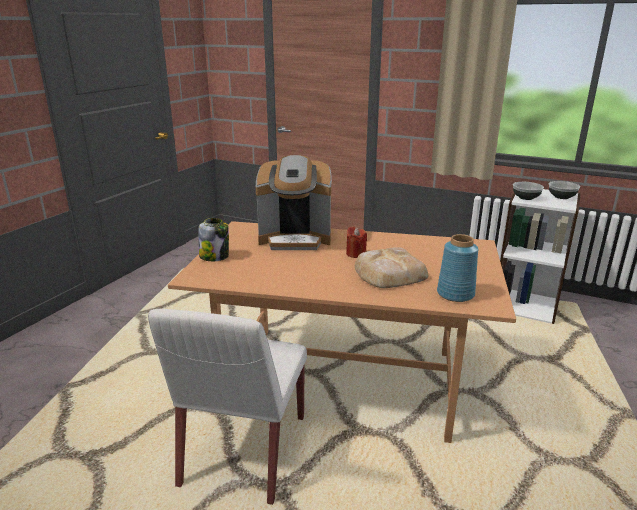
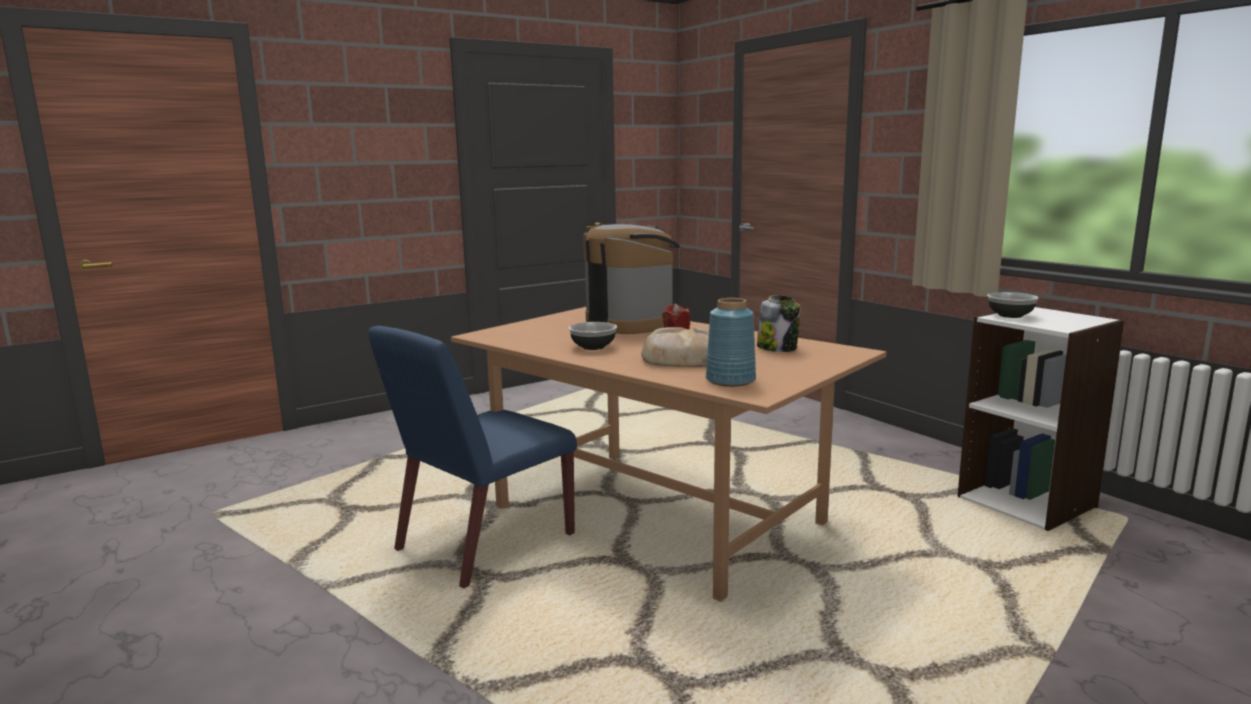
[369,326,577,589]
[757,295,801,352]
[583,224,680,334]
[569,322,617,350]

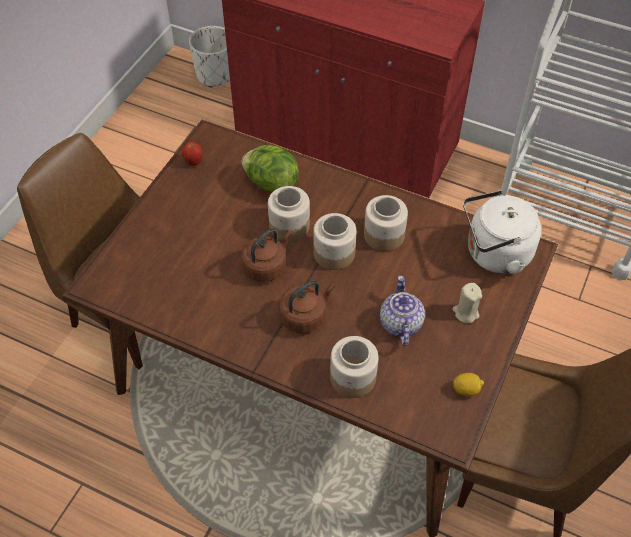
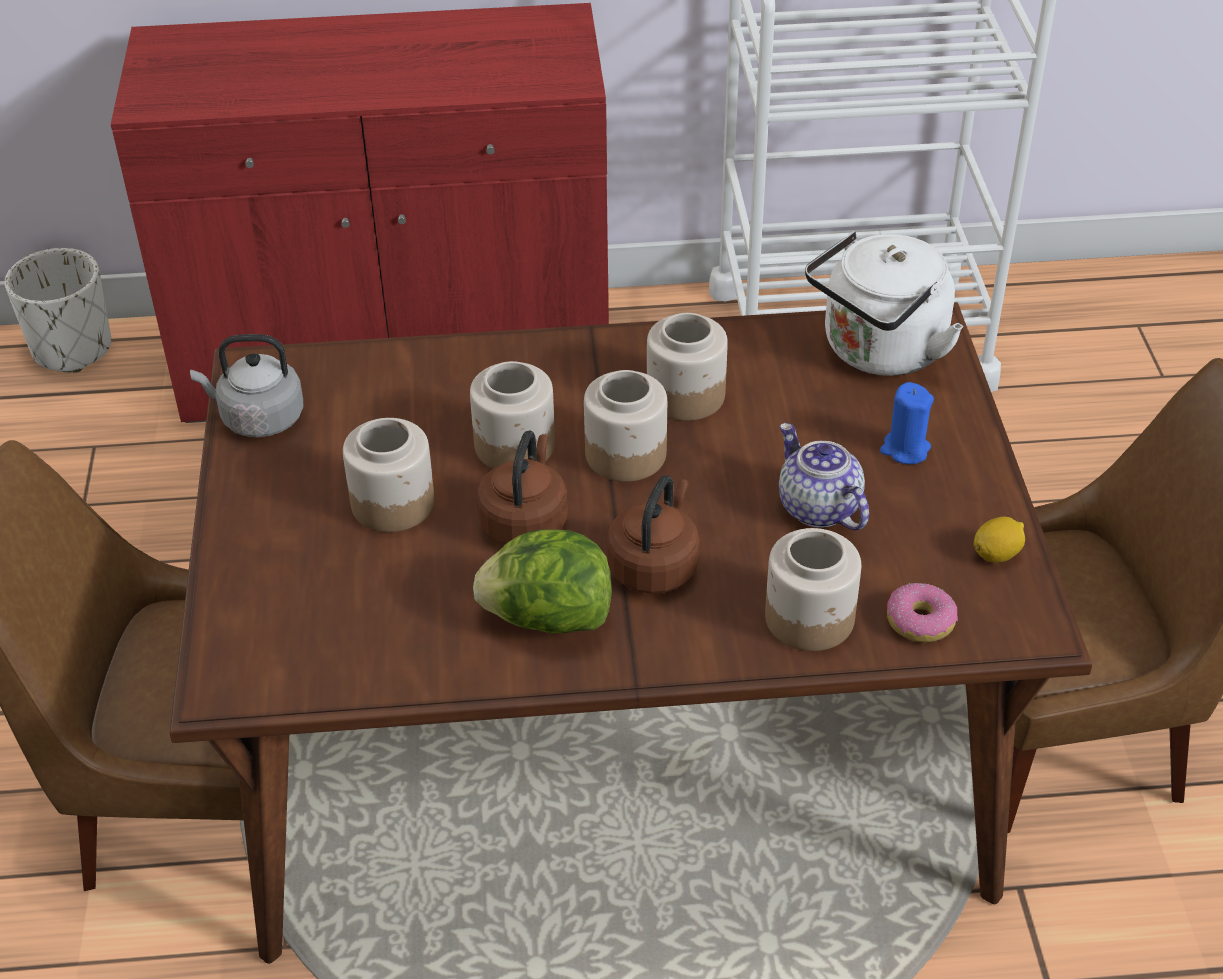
[190,334,304,437]
[473,529,612,634]
[880,382,934,464]
[343,418,435,532]
[887,583,958,643]

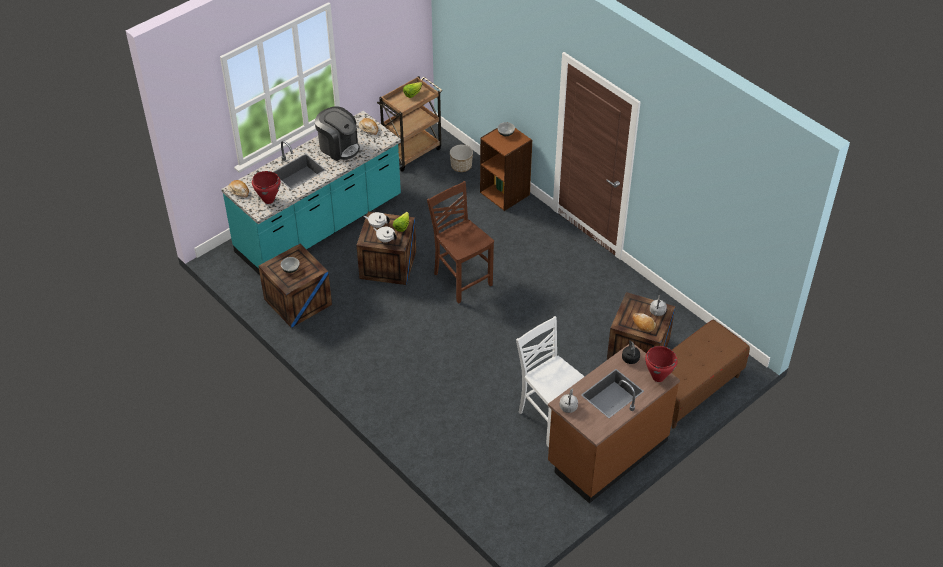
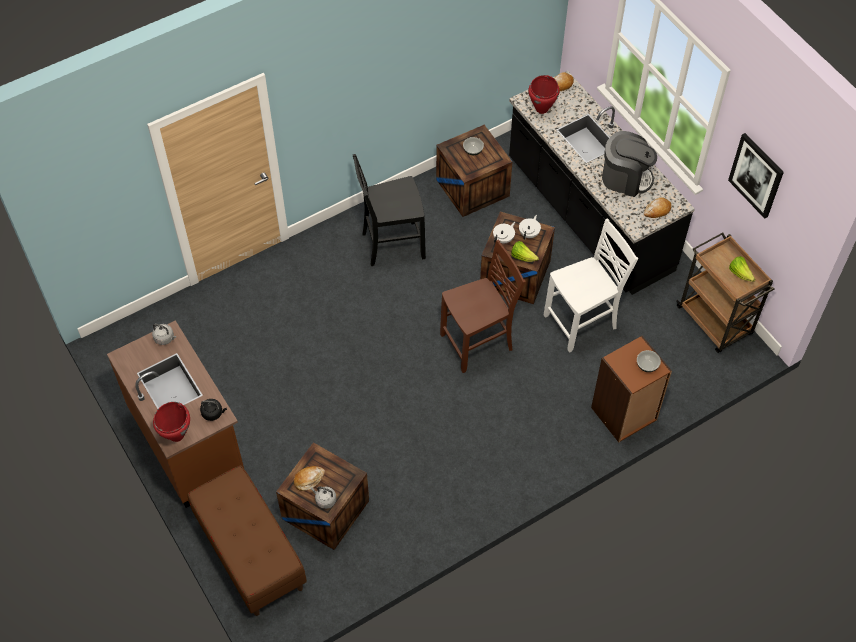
[509,71,695,295]
[602,131,657,197]
[450,145,473,172] (first image)
[544,218,638,353]
[353,154,426,266]
[728,133,784,219]

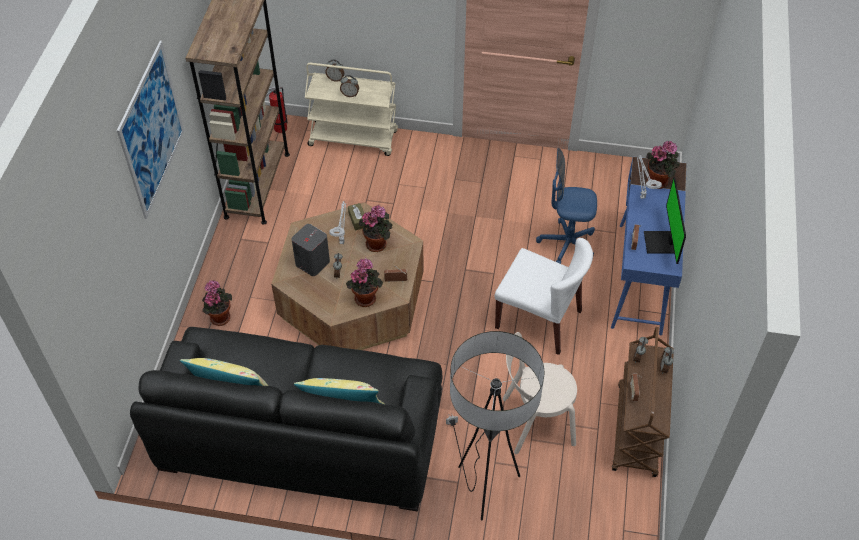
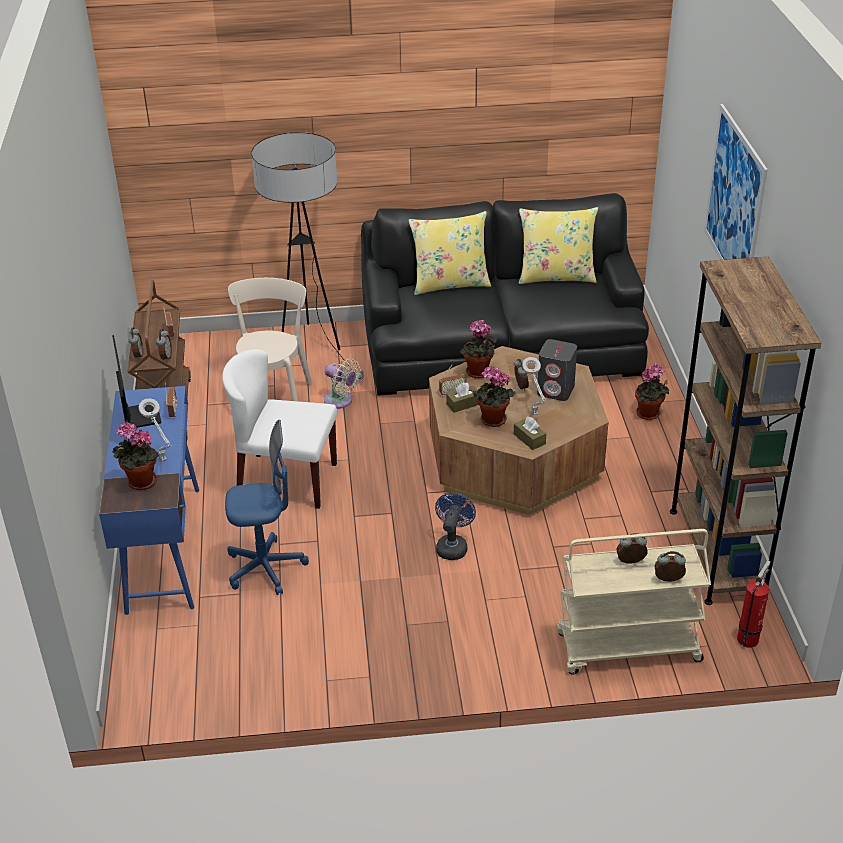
[228,278,312,401]
[324,358,360,409]
[435,493,476,560]
[446,382,478,413]

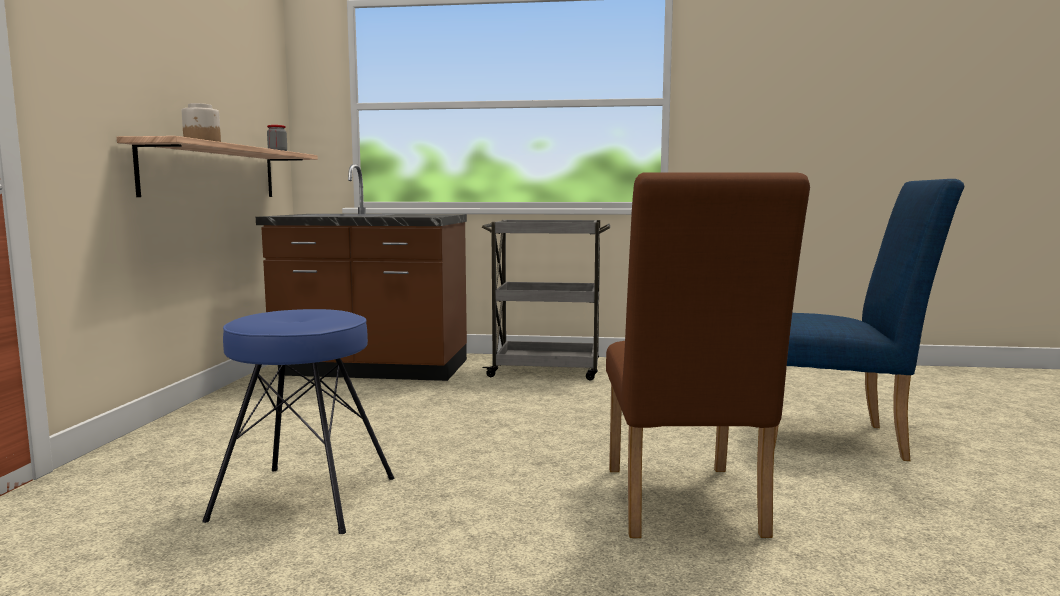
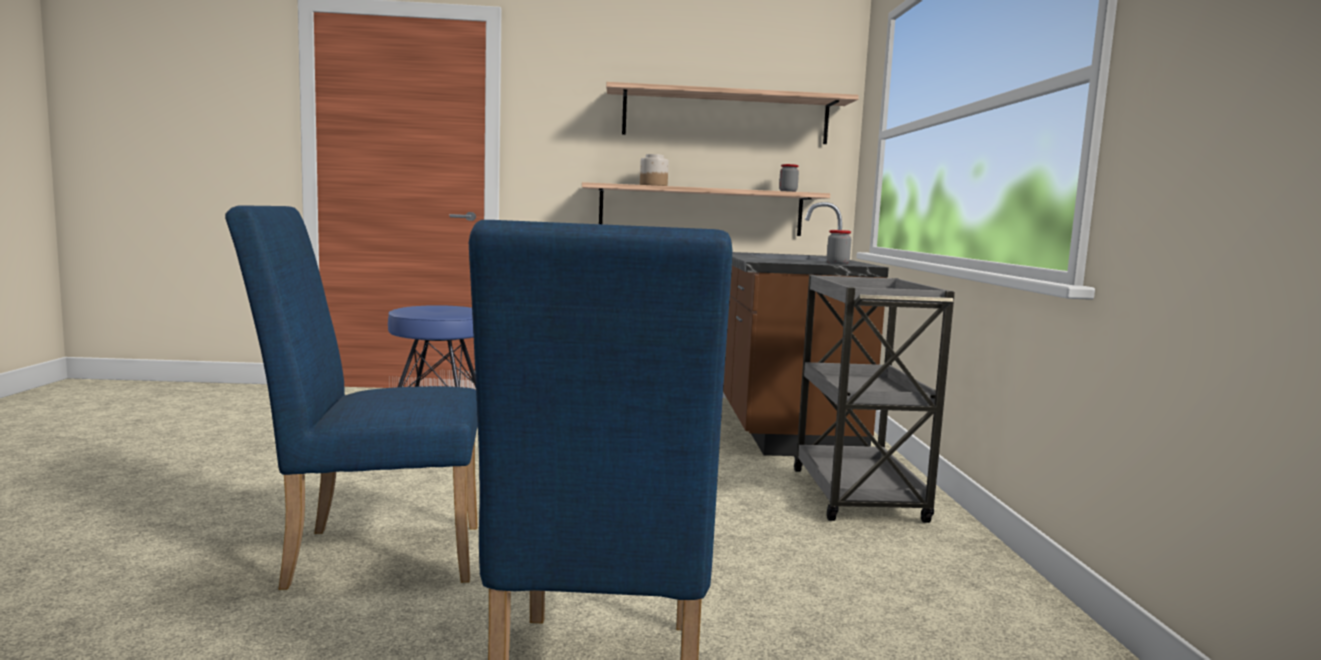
[225,205,478,590]
[606,82,859,144]
[827,230,851,264]

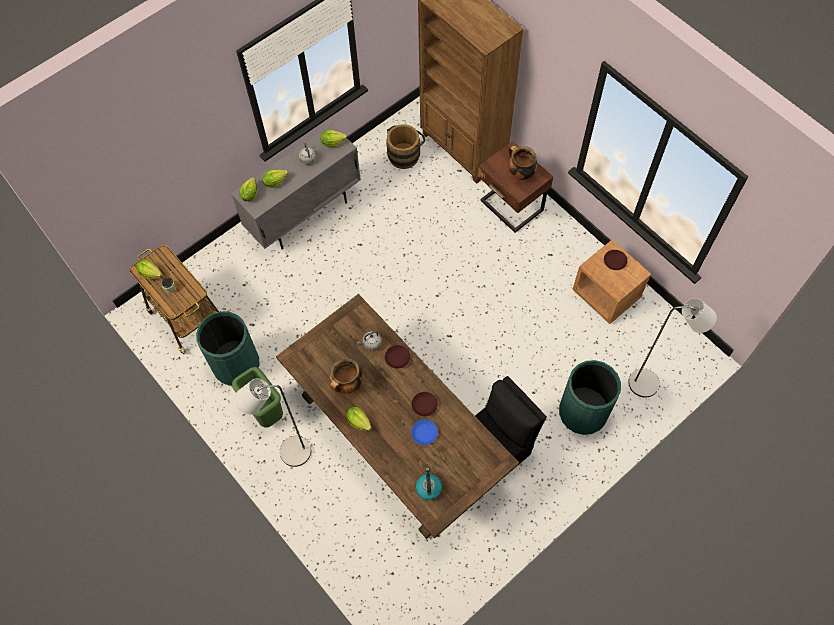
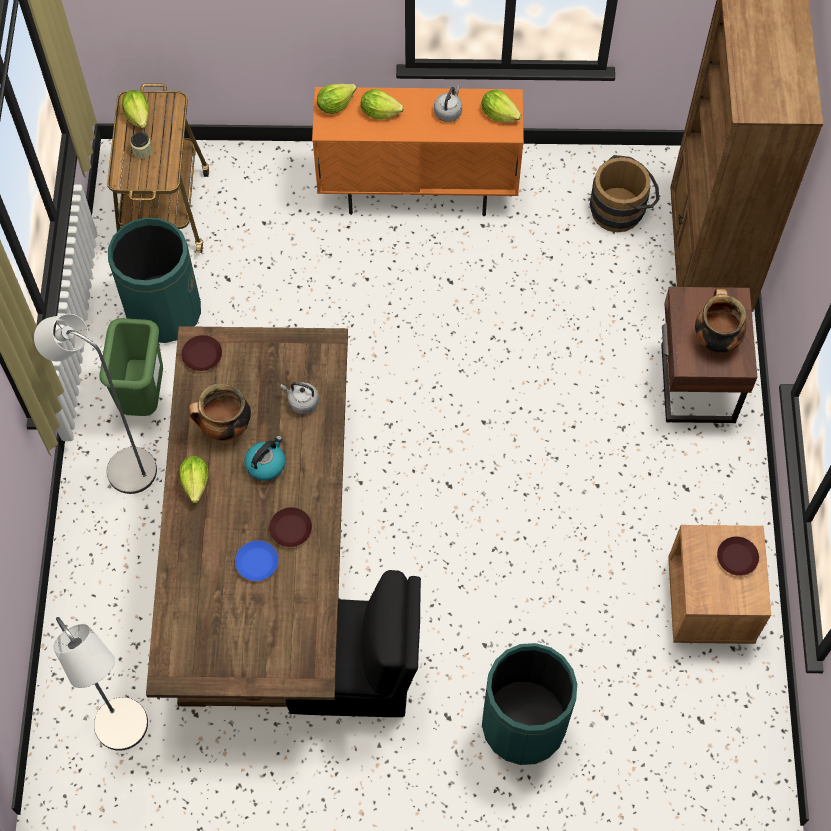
[312,87,524,216]
[181,335,222,371]
[244,436,285,481]
[53,617,148,751]

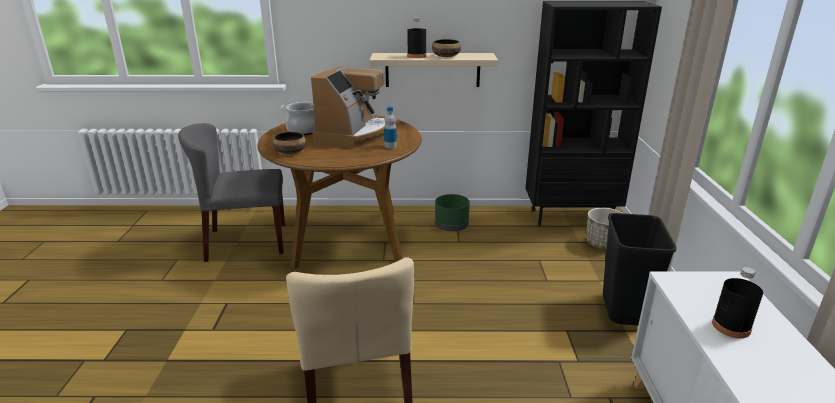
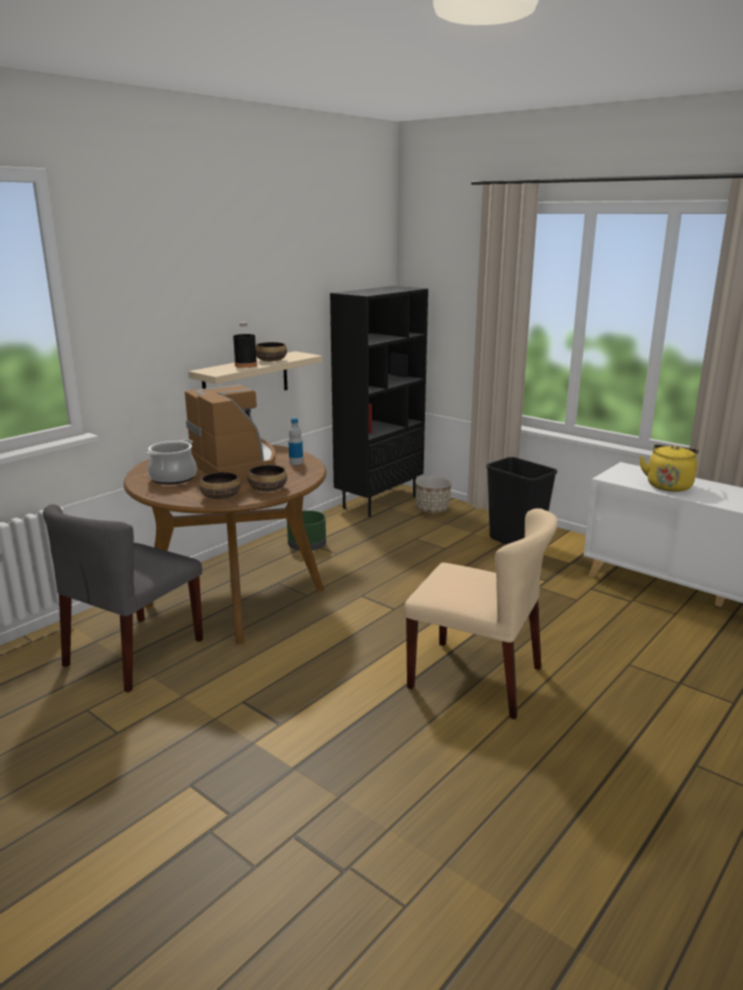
[639,444,699,492]
[248,465,287,492]

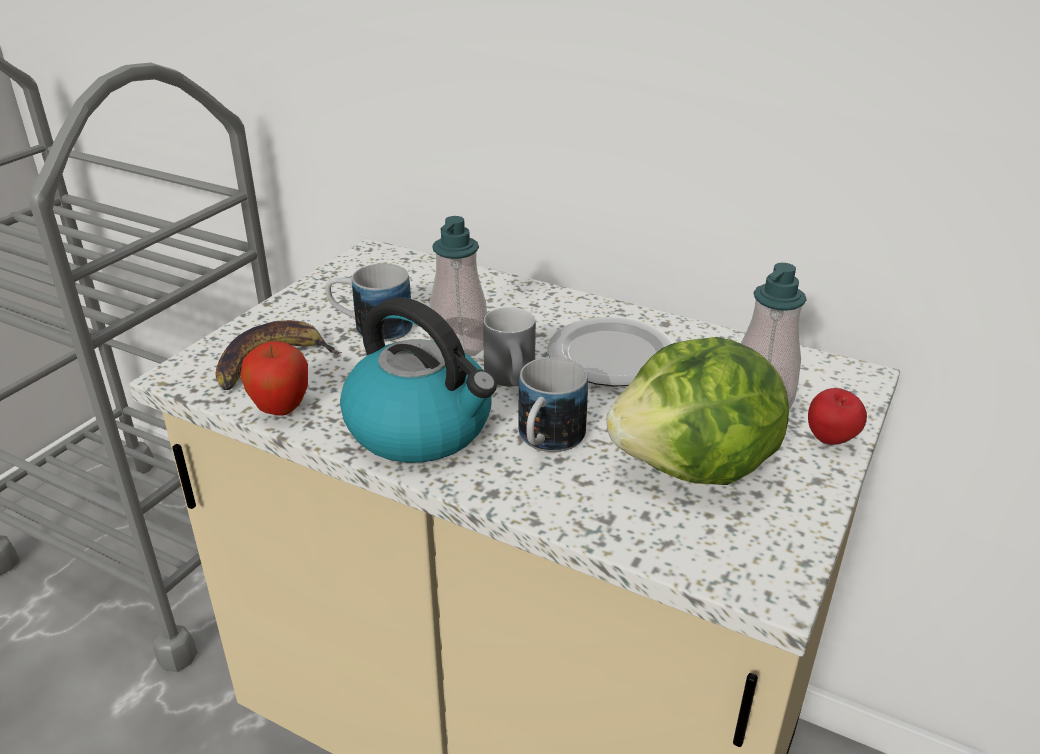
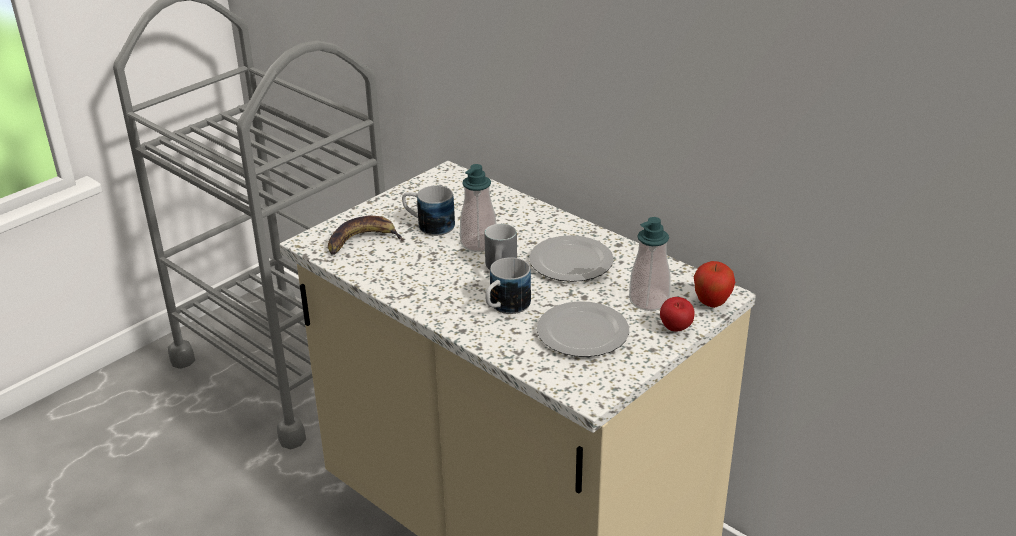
[694,261,735,308]
[340,297,497,463] (first image)
[537,301,629,357]

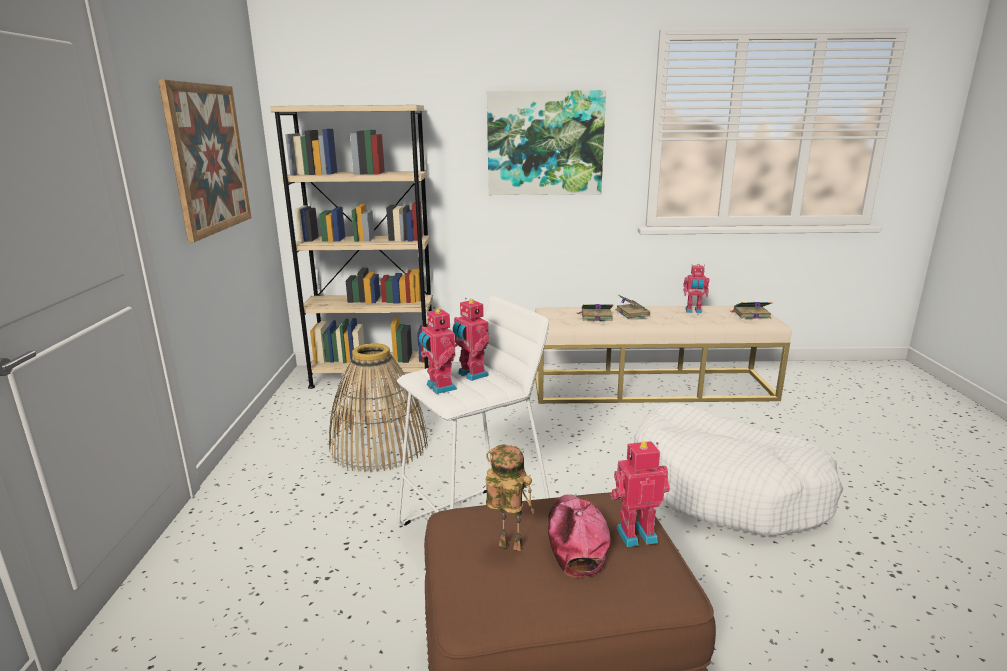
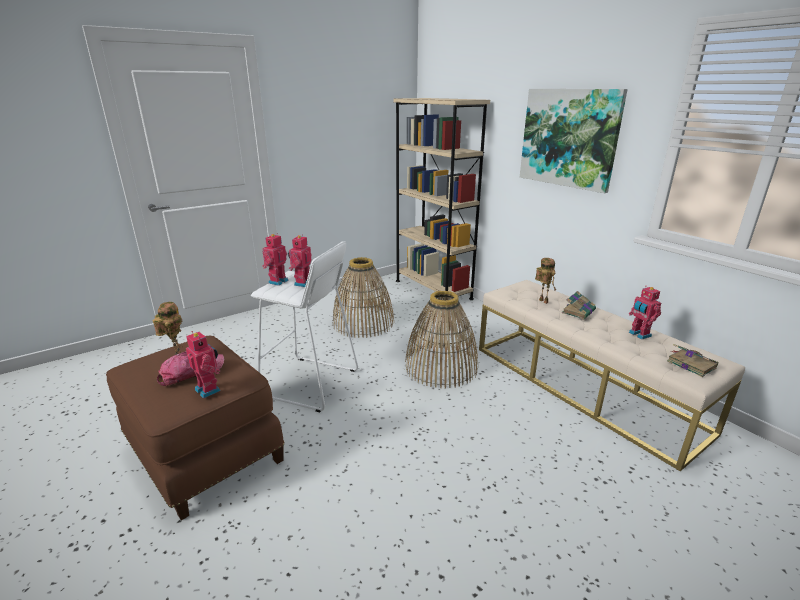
[158,80,251,242] (first image)
[535,258,556,304]
[634,404,843,536] (first image)
[405,291,478,389]

